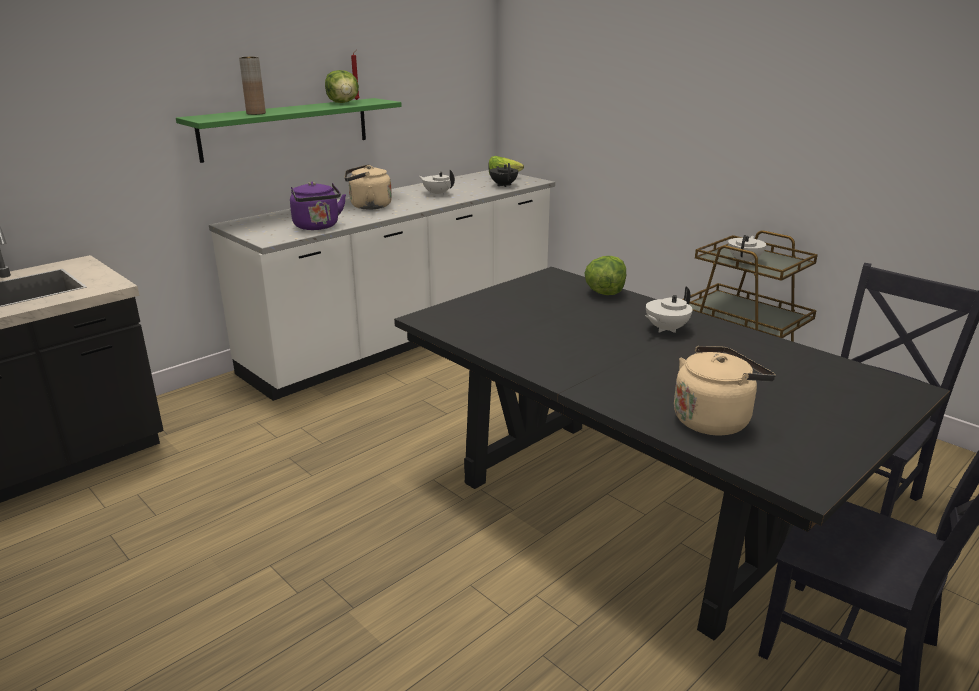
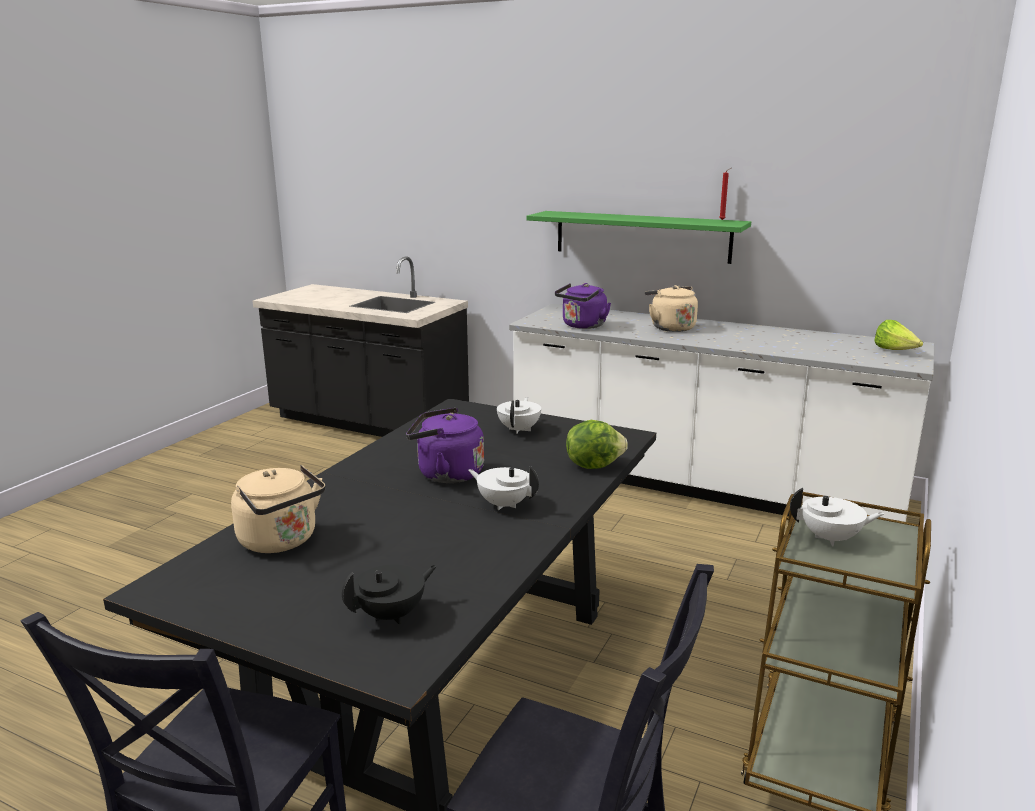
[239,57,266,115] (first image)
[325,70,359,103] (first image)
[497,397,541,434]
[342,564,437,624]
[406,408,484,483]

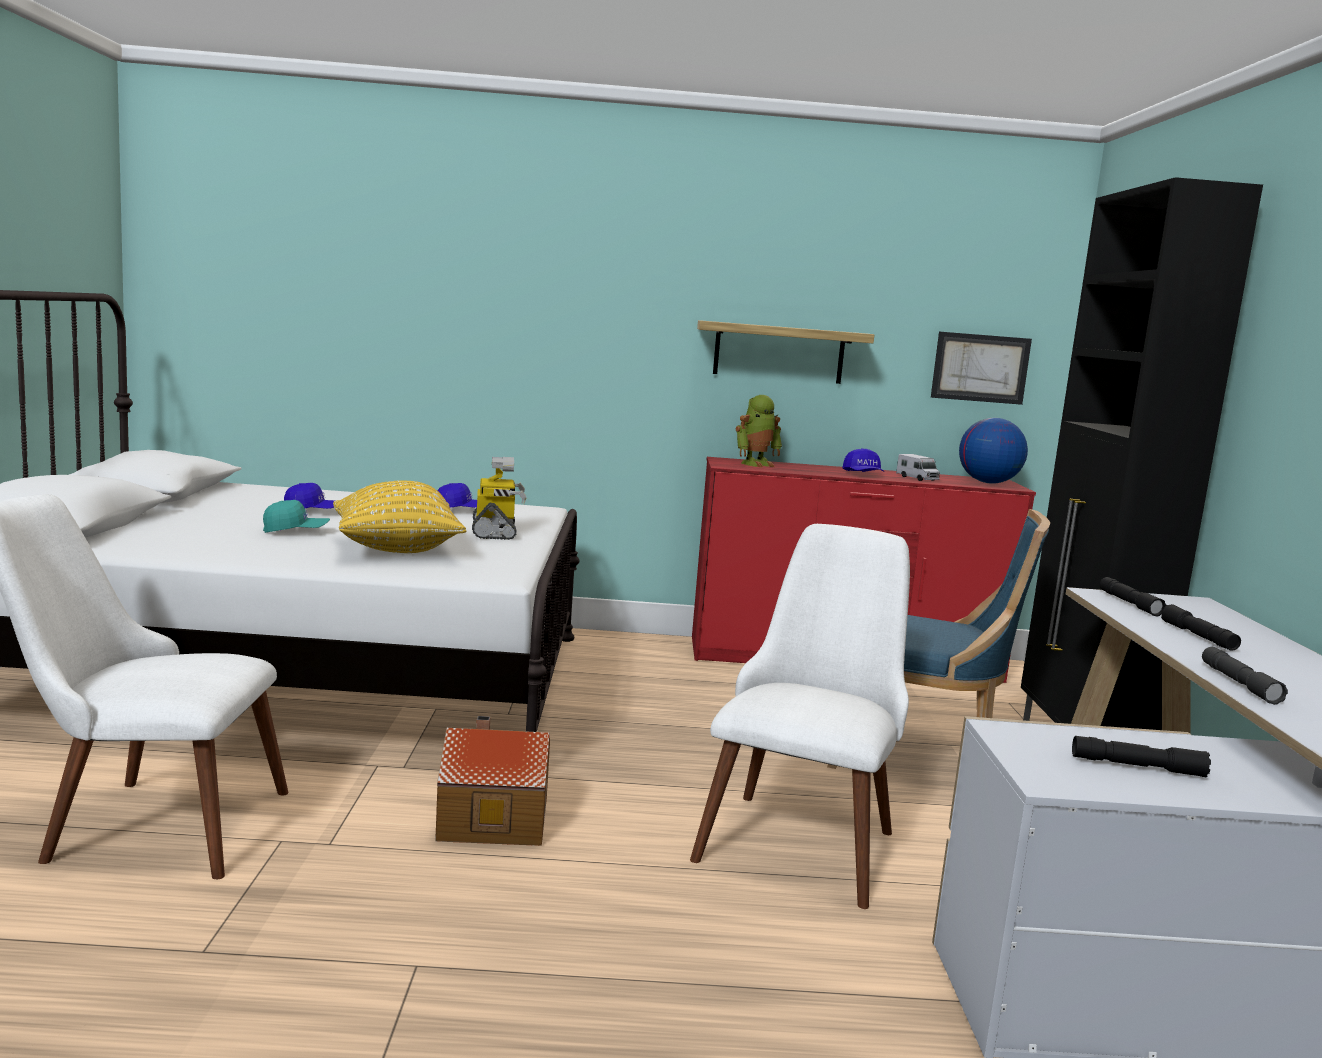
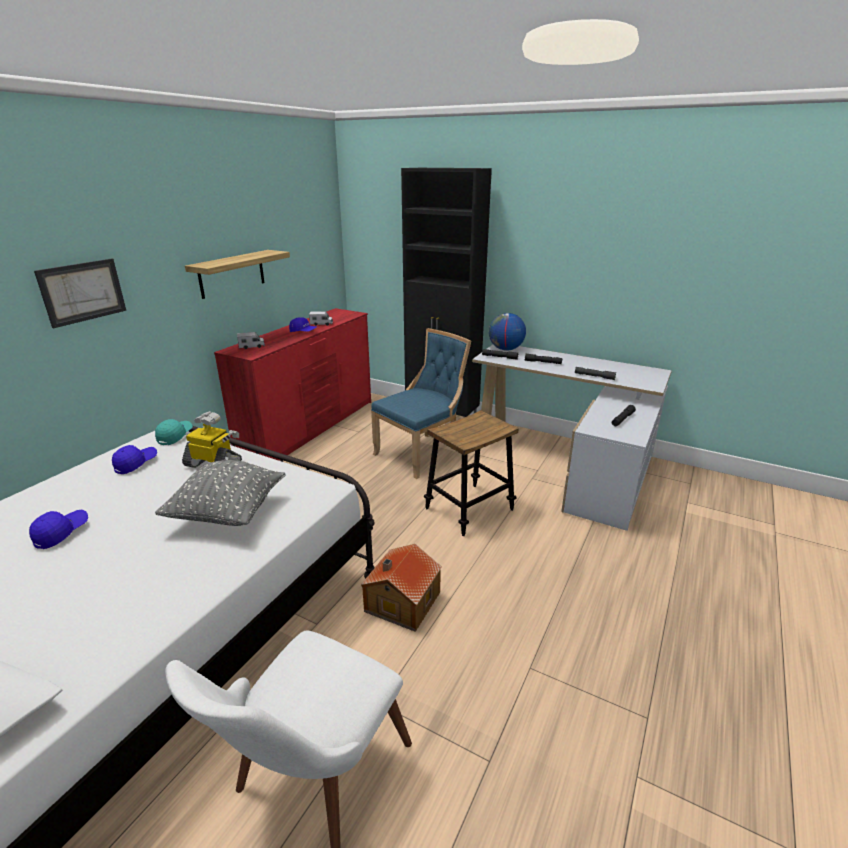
[155,419,193,445]
[155,460,286,526]
[424,410,519,536]
[237,332,265,349]
[34,258,126,328]
[489,313,526,350]

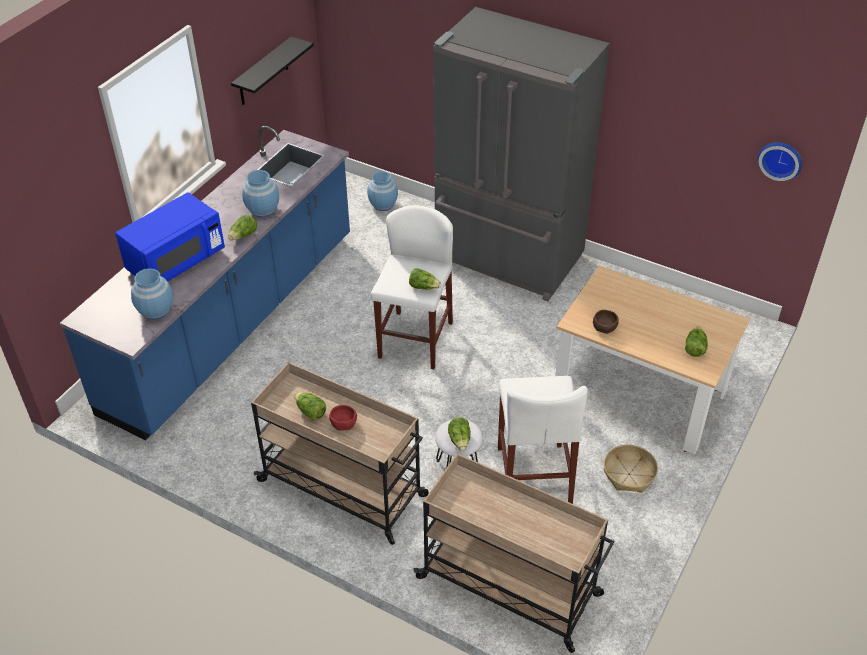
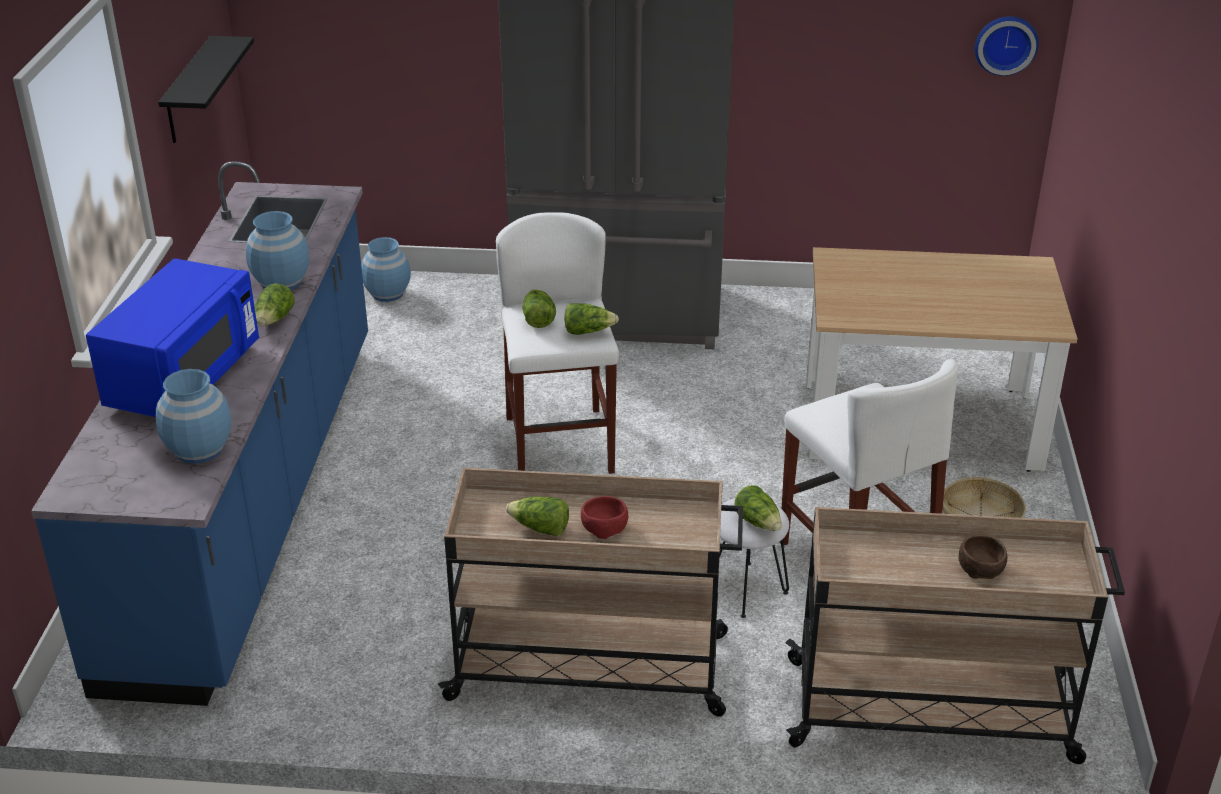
[959,535,1008,579]
[522,289,556,328]

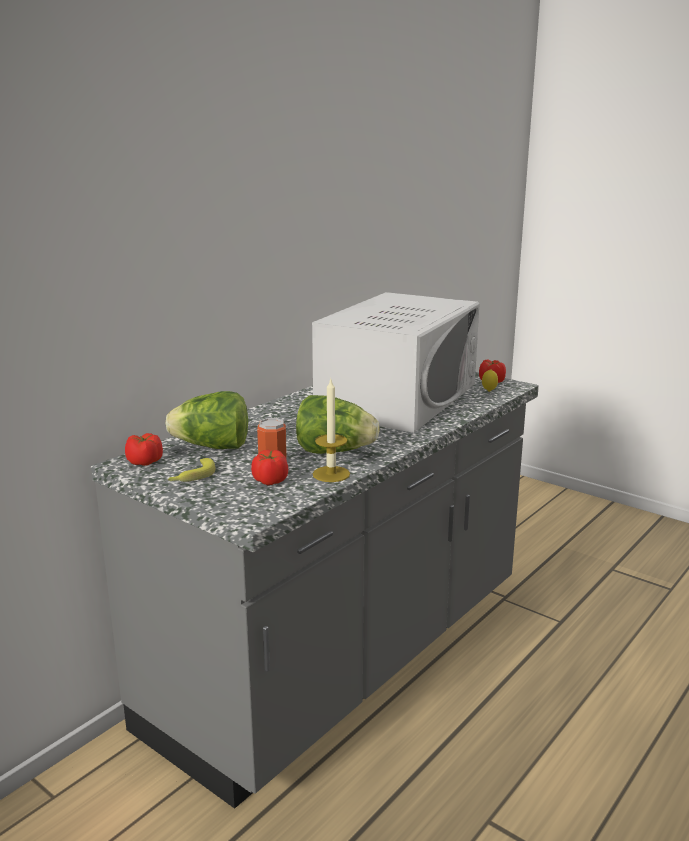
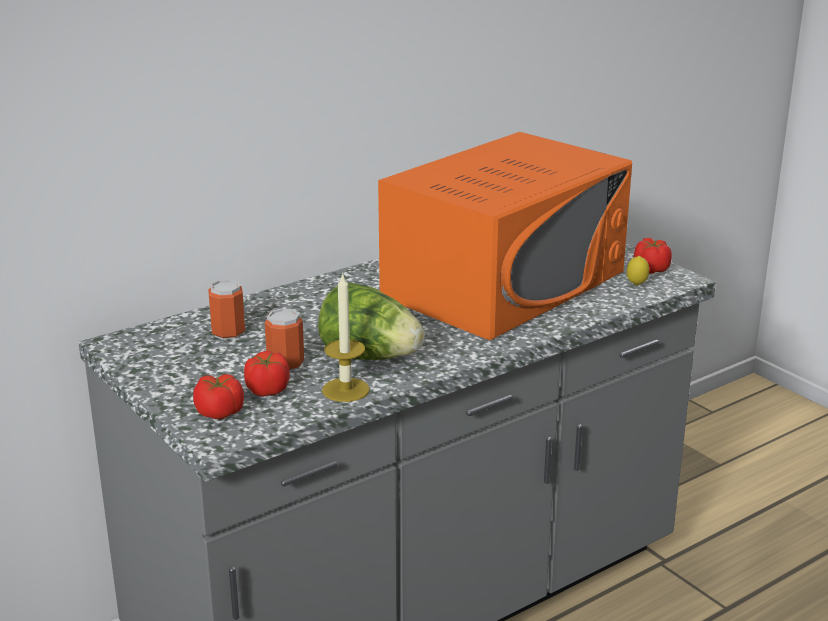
[193,374,244,419]
[208,279,245,340]
[168,458,216,482] (first image)
[378,132,632,341]

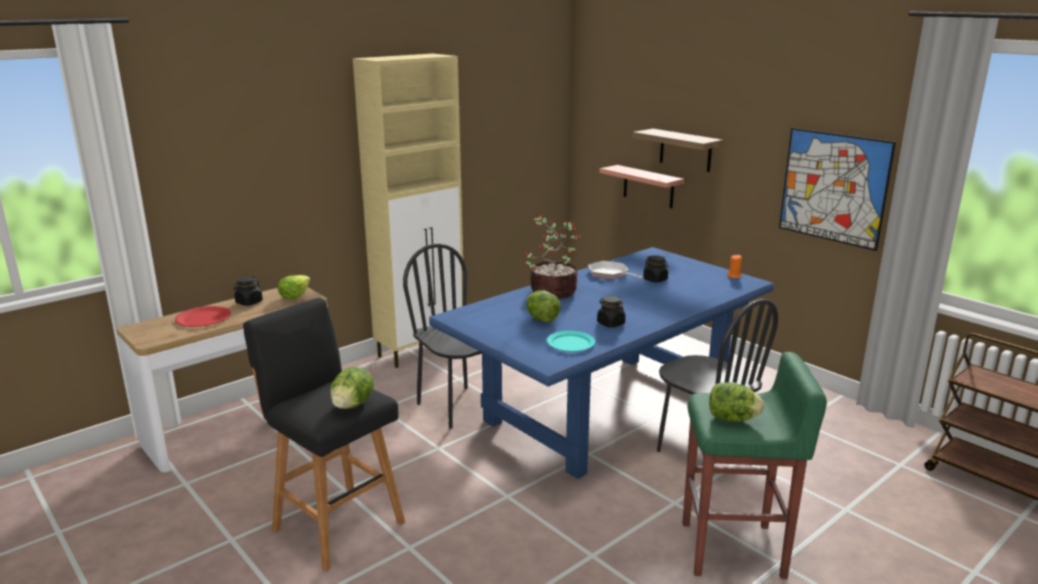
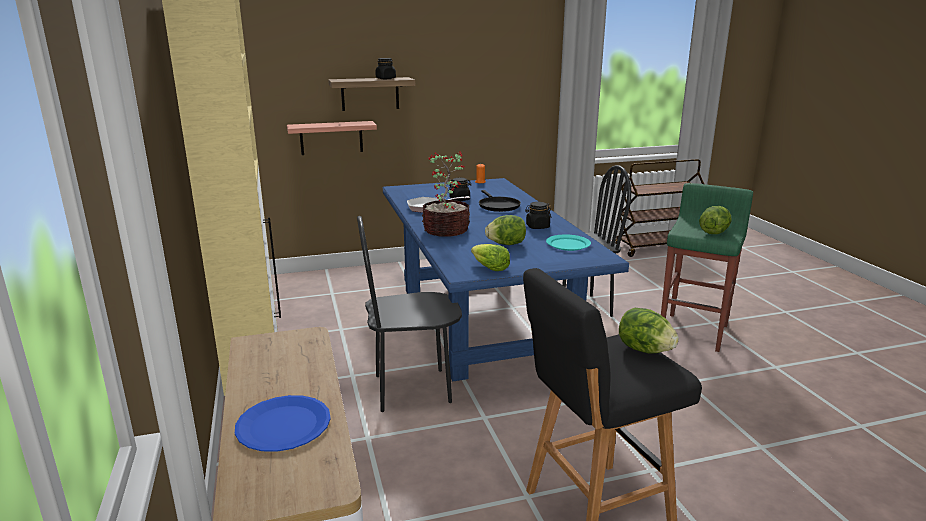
[235,395,331,452]
[375,58,396,79]
[471,244,510,271]
[779,128,896,251] (first image)
[479,190,521,212]

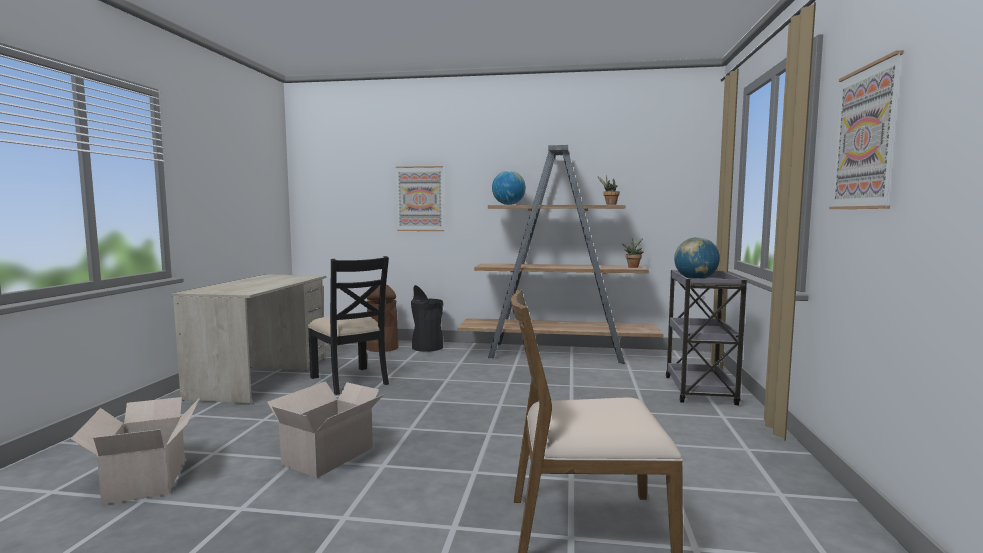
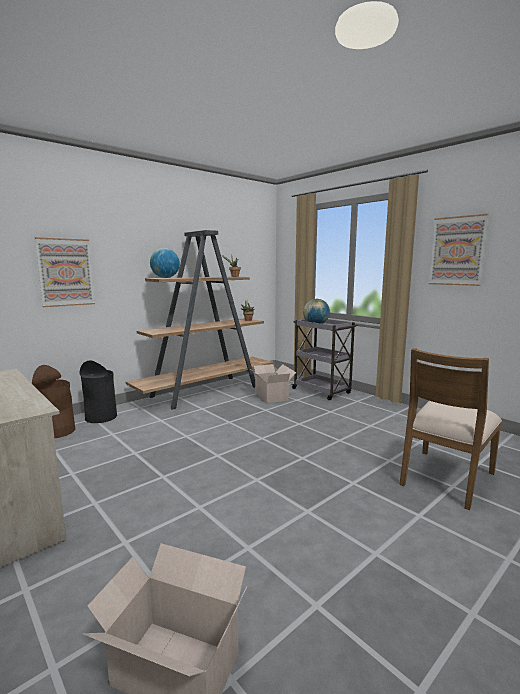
[248,364,296,403]
[308,256,389,395] (first image)

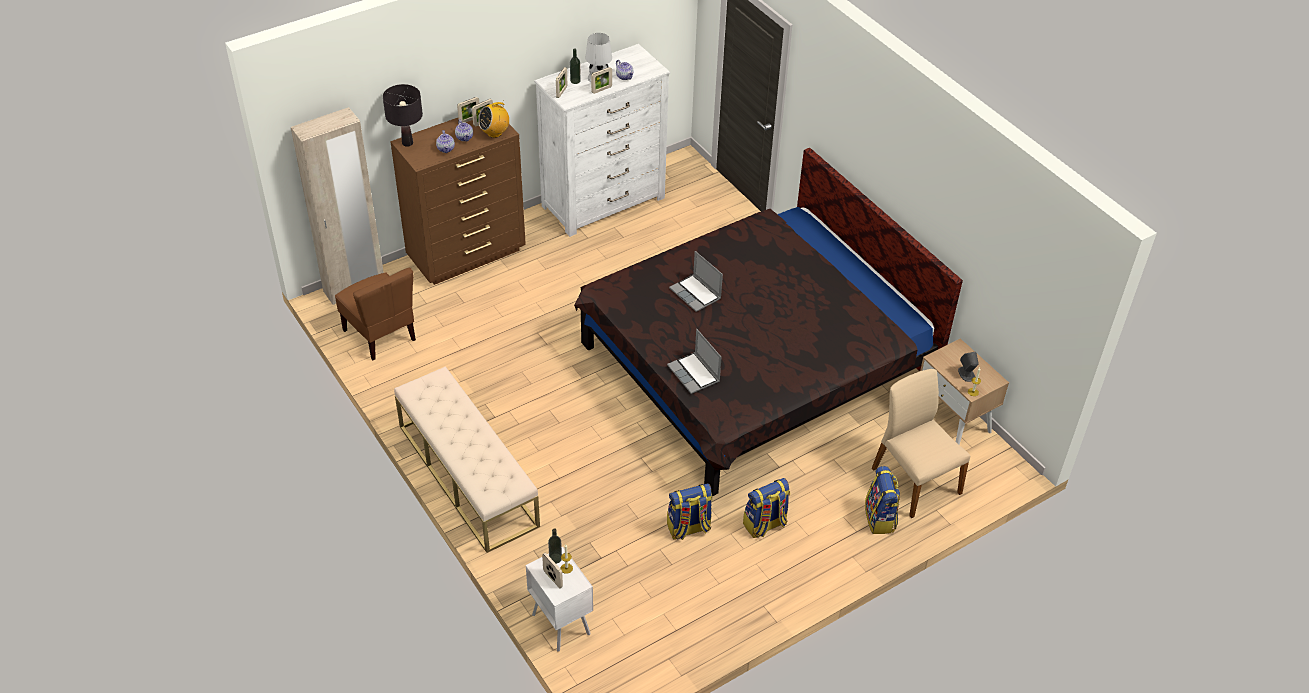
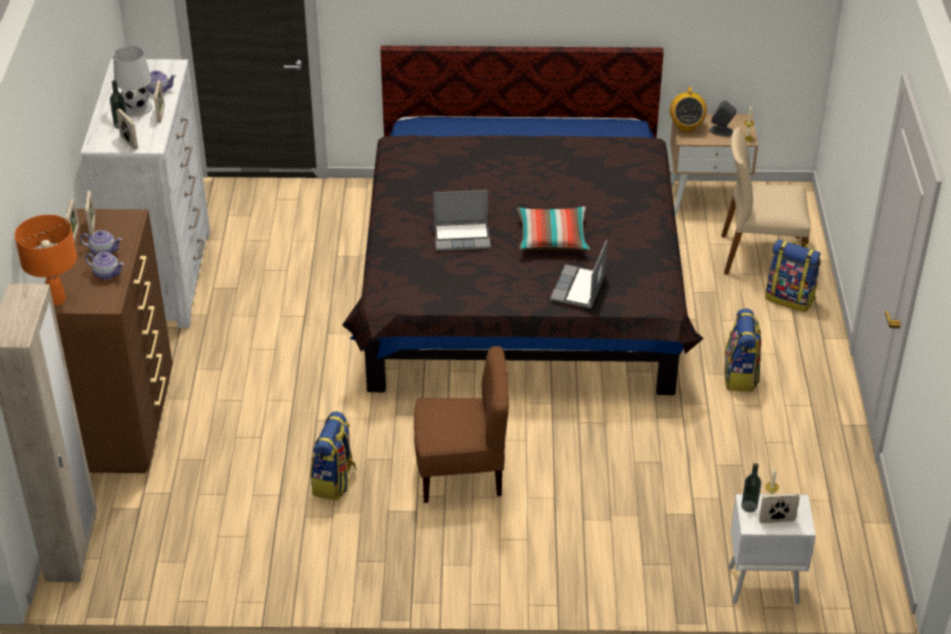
[414,346,509,503]
[15,215,77,305]
[394,367,540,553] (first image)
[670,87,707,132]
[550,240,607,308]
[311,411,357,500]
[516,207,590,250]

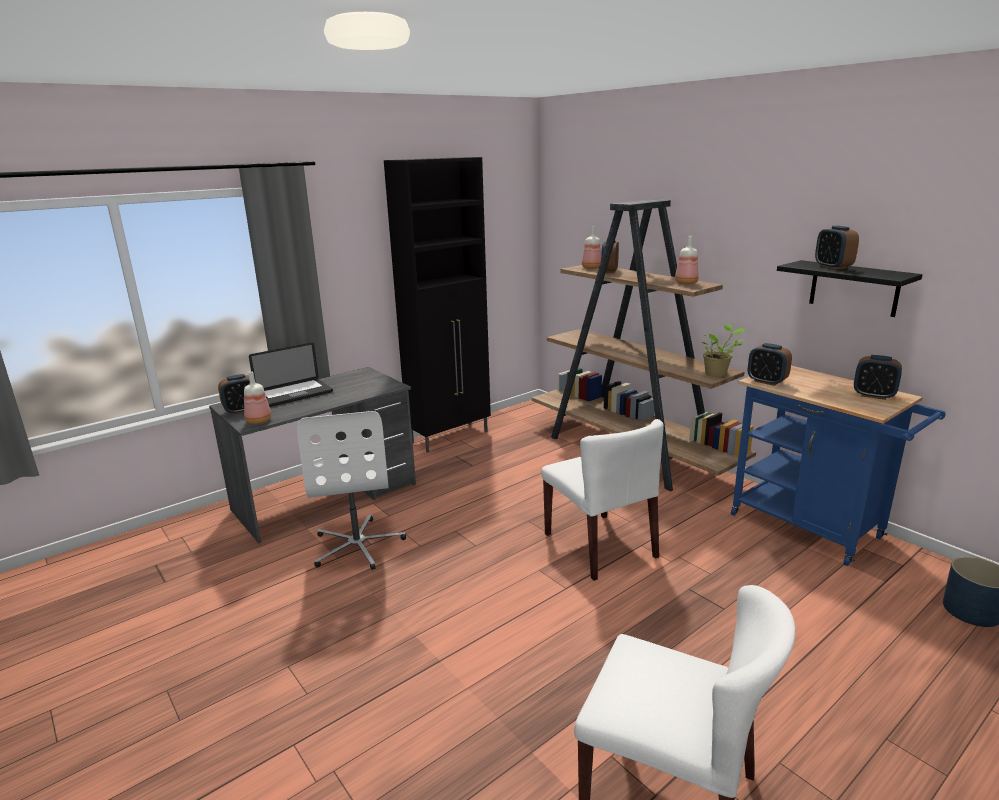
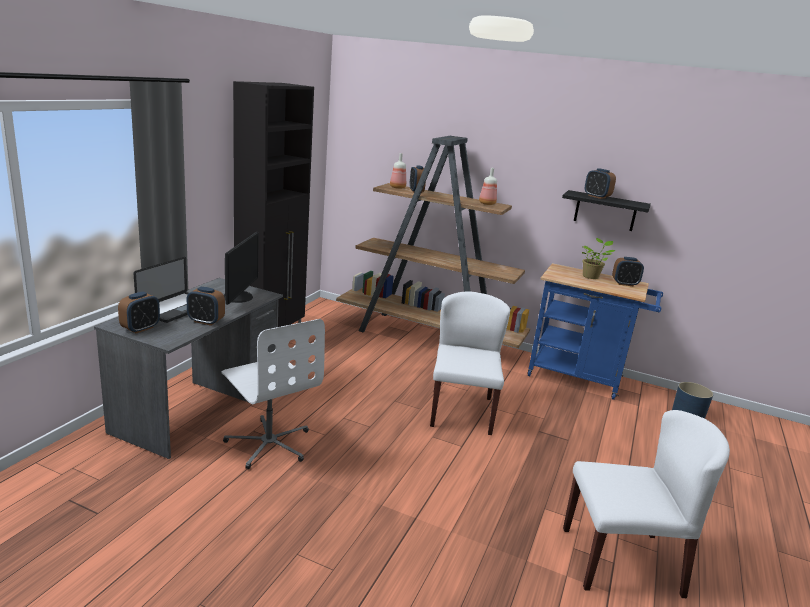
[244,372,271,424] (first image)
[430,291,510,435]
[581,238,615,279]
[187,287,225,326]
[224,232,259,305]

